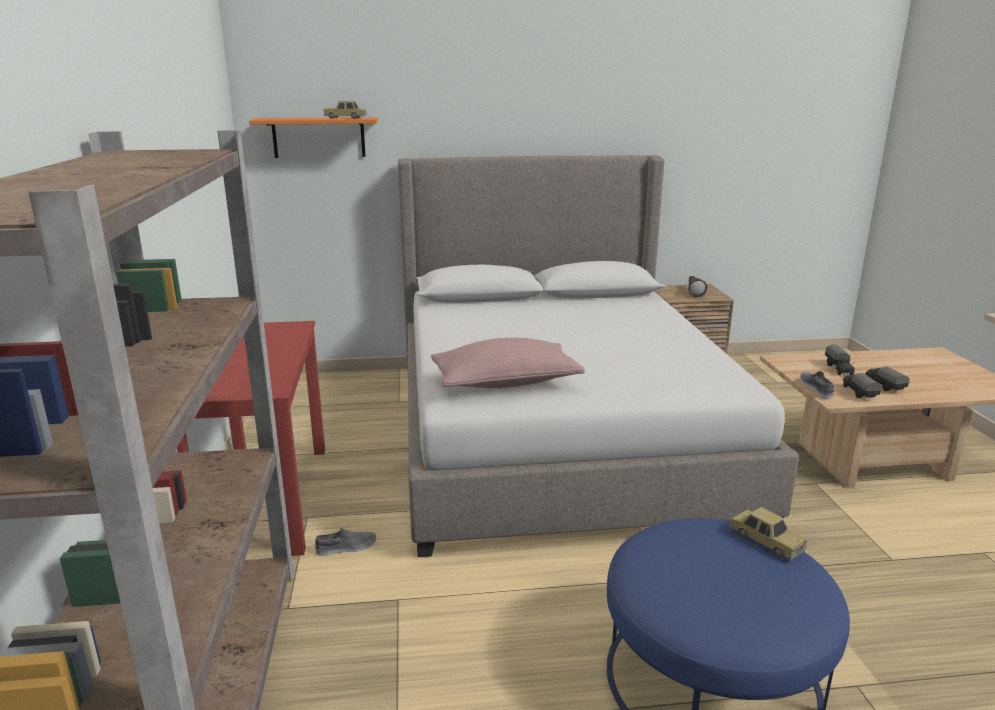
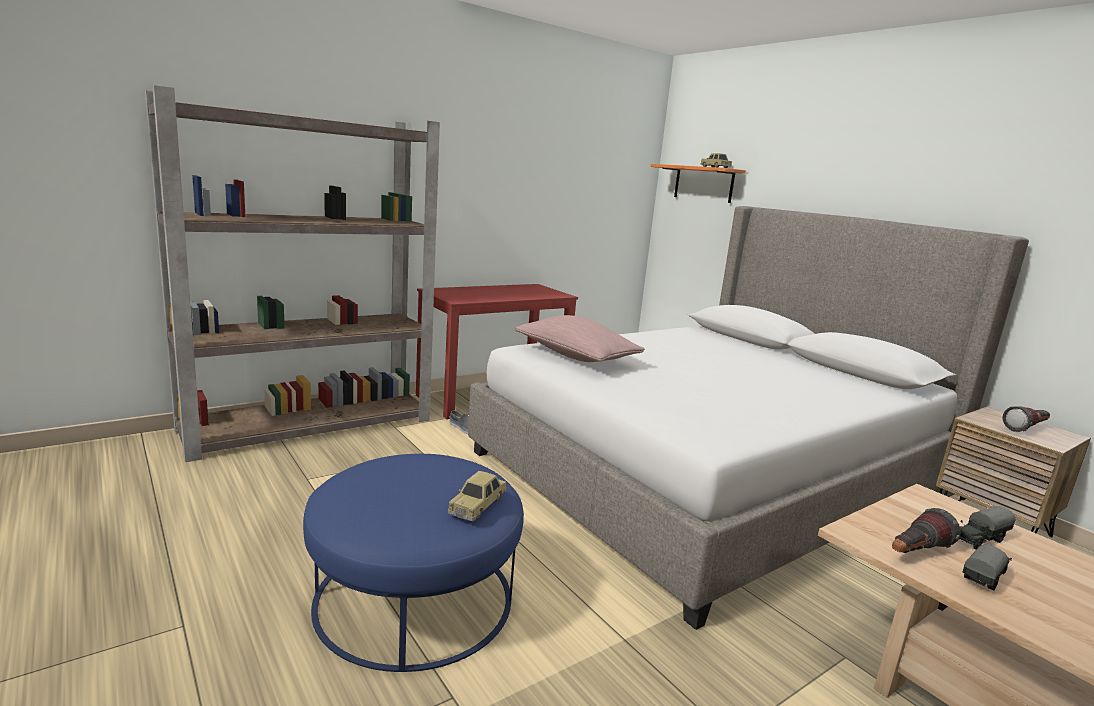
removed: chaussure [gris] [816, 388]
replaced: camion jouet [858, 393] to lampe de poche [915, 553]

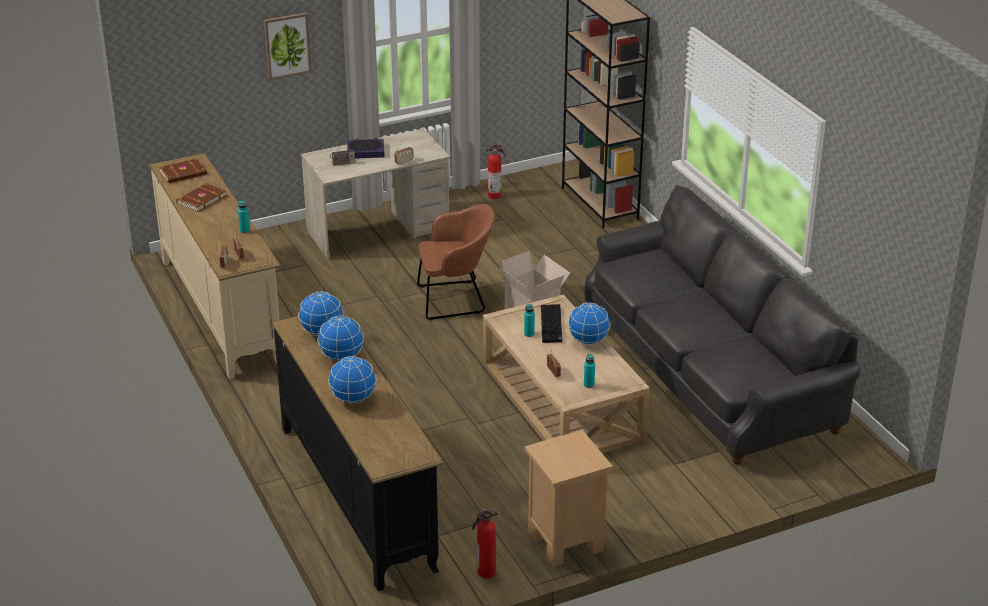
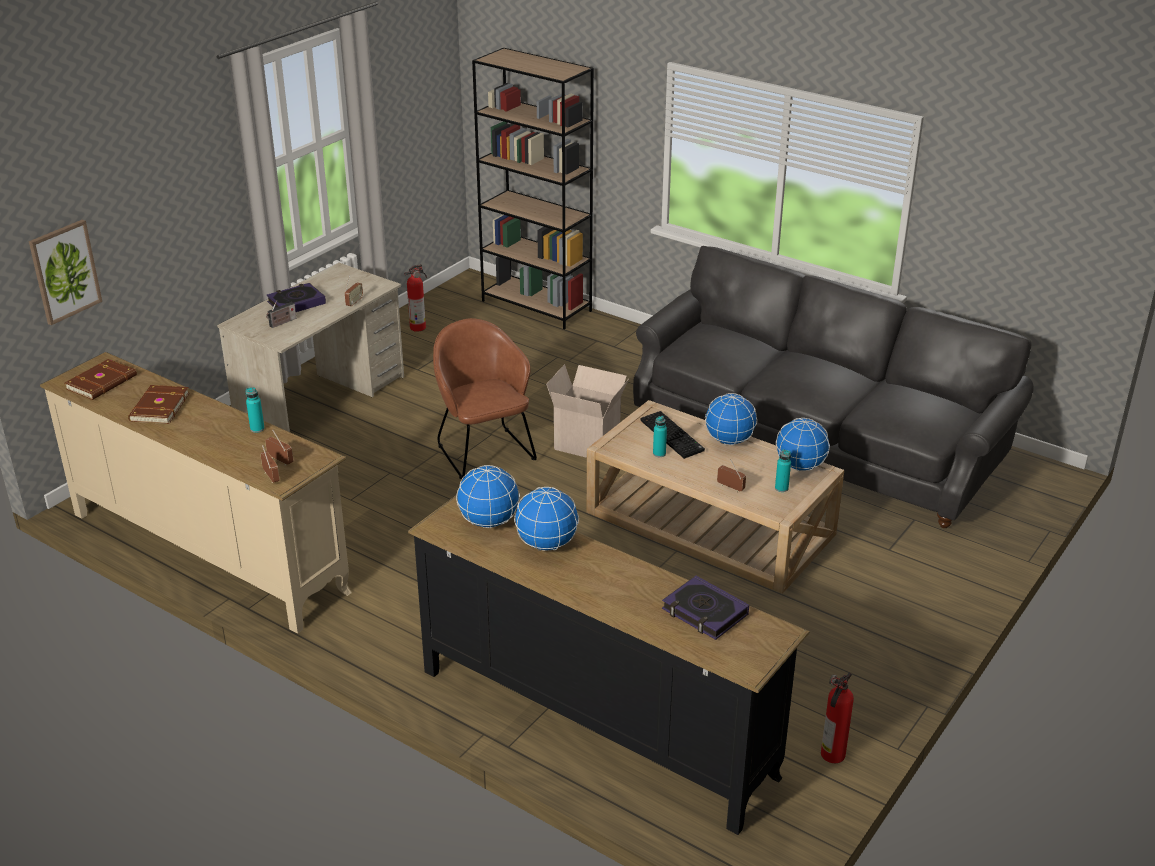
removed: table de chevet [beige] [564, 541]
added: livre [704, 612]
moved: tableau [287, 45] to [64, 271]; globe [353, 399] to [800, 466]
turned: fauteuil [marron] [455, 300] = [484, 449] 75 degrees counterclockwise

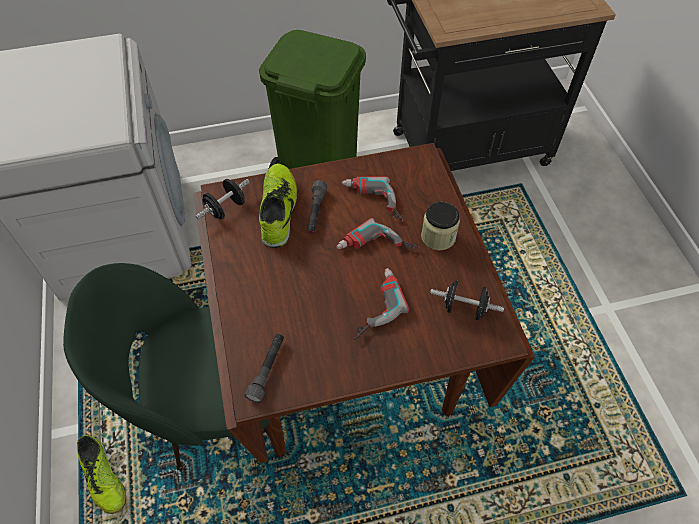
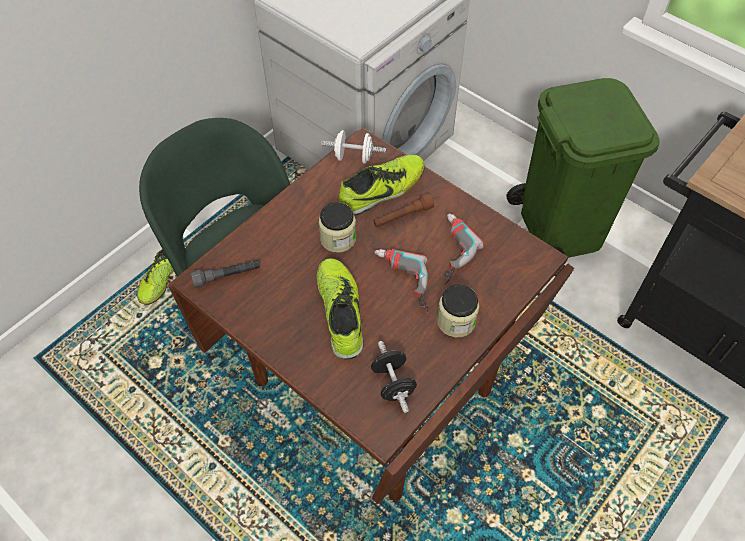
added: bocal [338, 238]
replaced: perceuse [372, 305] to chaussure [341, 312]
recoloured: haltère [noir] [226, 208] to haltère [blanc] [353, 157]; lampe de poche [gris] [316, 212] to lampe de poche [marron] [402, 216]

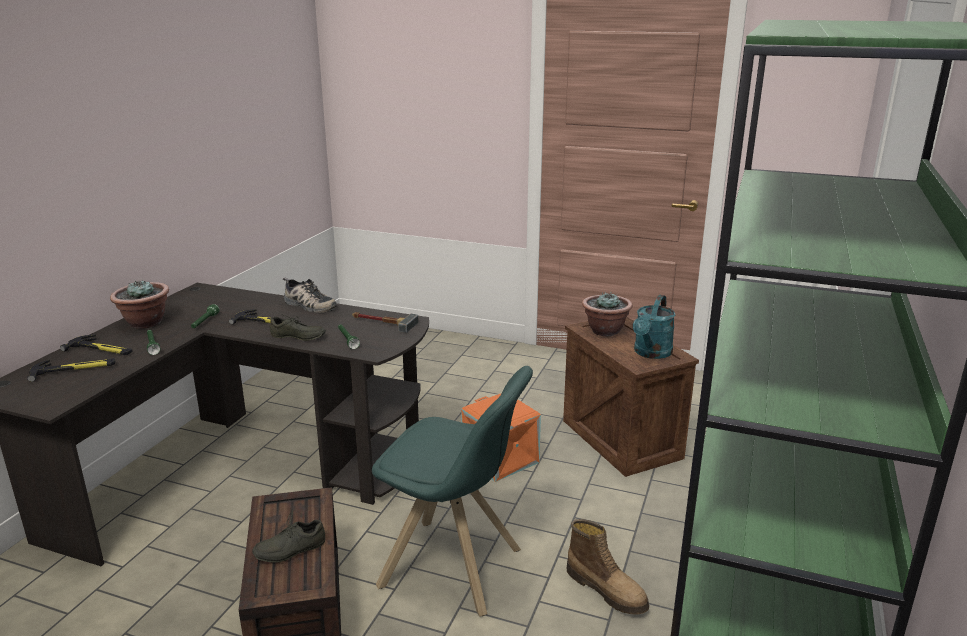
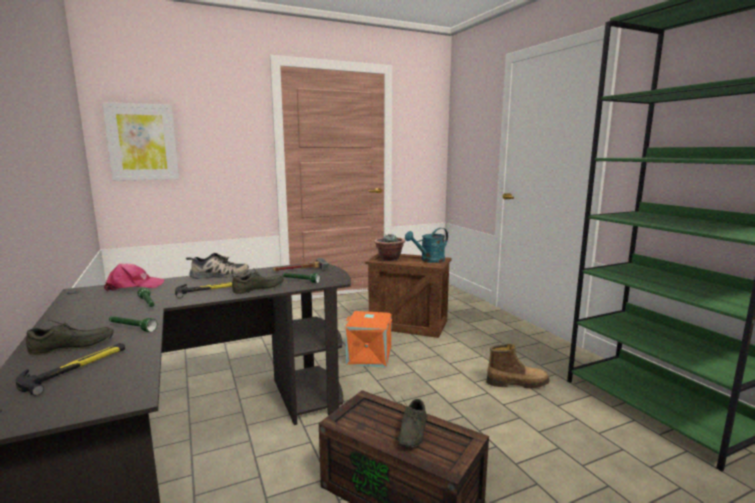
removed: plante en pot [145, 323]; chaise [turquoise] [452, 567]
added: tableau [142, 142]; casquette [rose] [134, 286]
replaced: marteau [101, 349] to chaussure [gris] [72, 347]
turned: arrosoir [turquoise] [651, 353] = [429, 260] 75 degrees clockwise

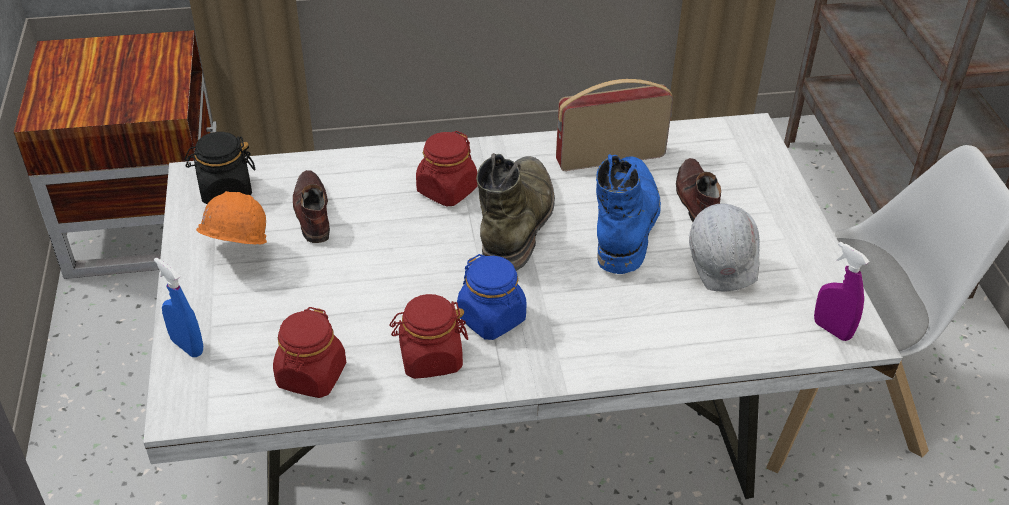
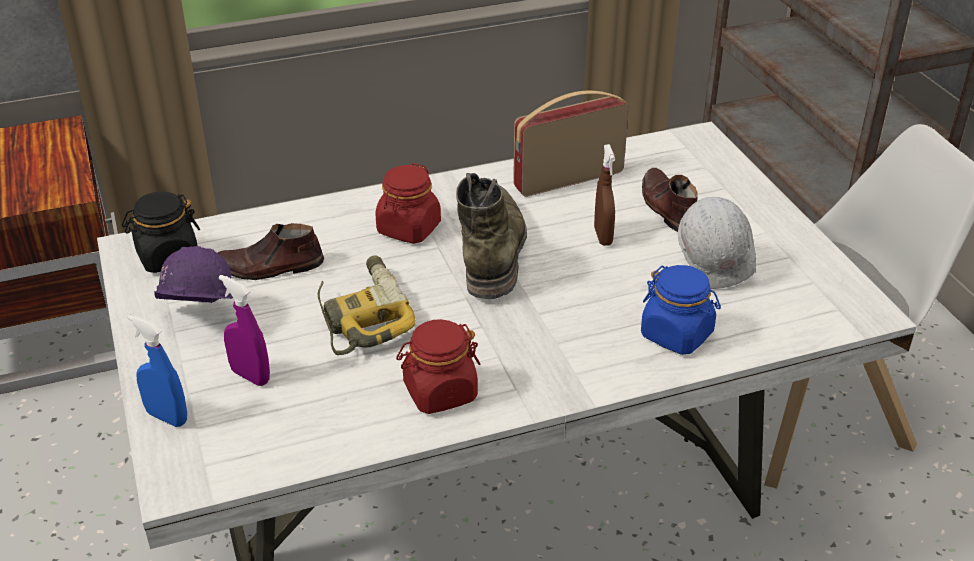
removed: bocal [rouge] [311, 376]
added: perceuse [361, 315]
moved: bocal [bleu] [492, 318] to [677, 335]; vaporisateur [violet] [832, 330] to [250, 376]
replaced: botte [bleu] [625, 222] to vaporisateur [marron] [603, 236]
recoloured: casque de chantier [orange] [235, 258] to casque de chantier [violet] [197, 322]
turned: chaussure [marron] [312, 213] = [270, 267] 75 degrees counterclockwise

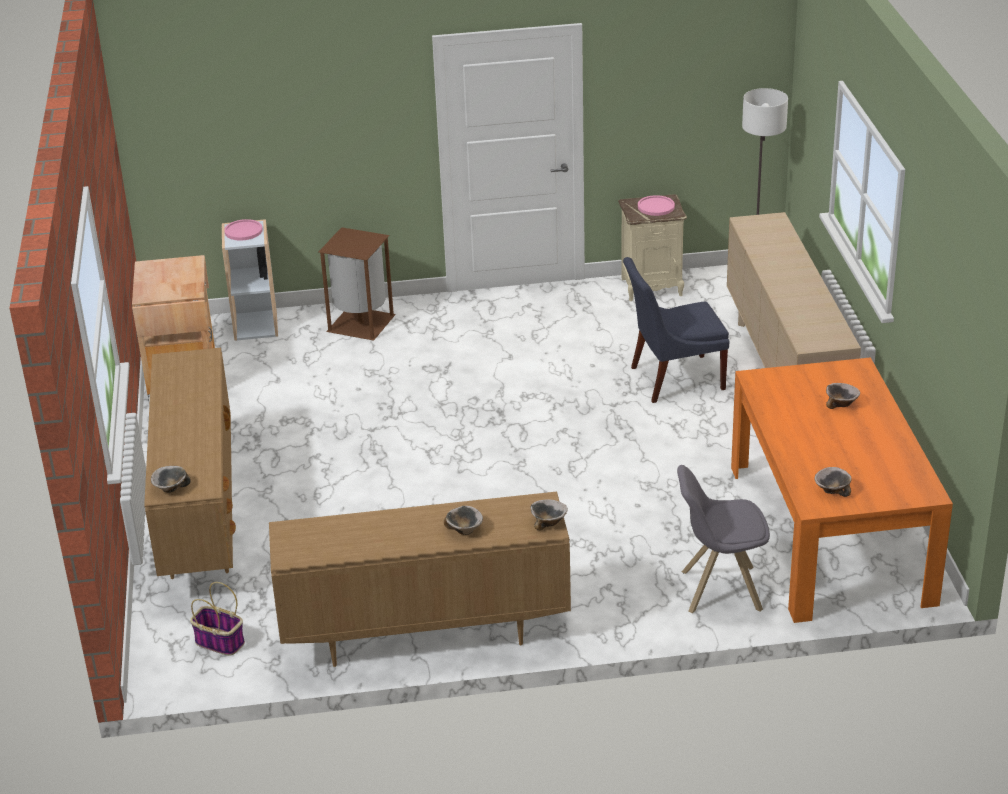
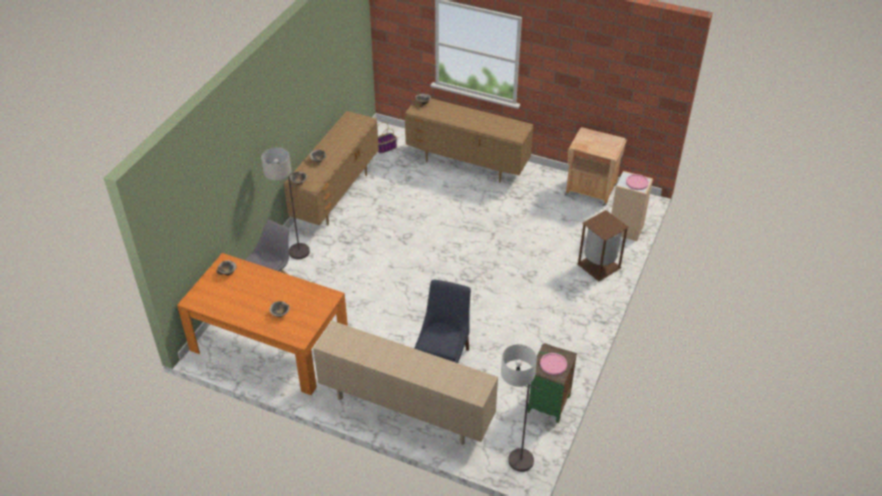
added: lampadaire [gris] [293, 254]
recoloured: table de chevet [beige] [652, 287] to table de chevet [vert] [548, 403]

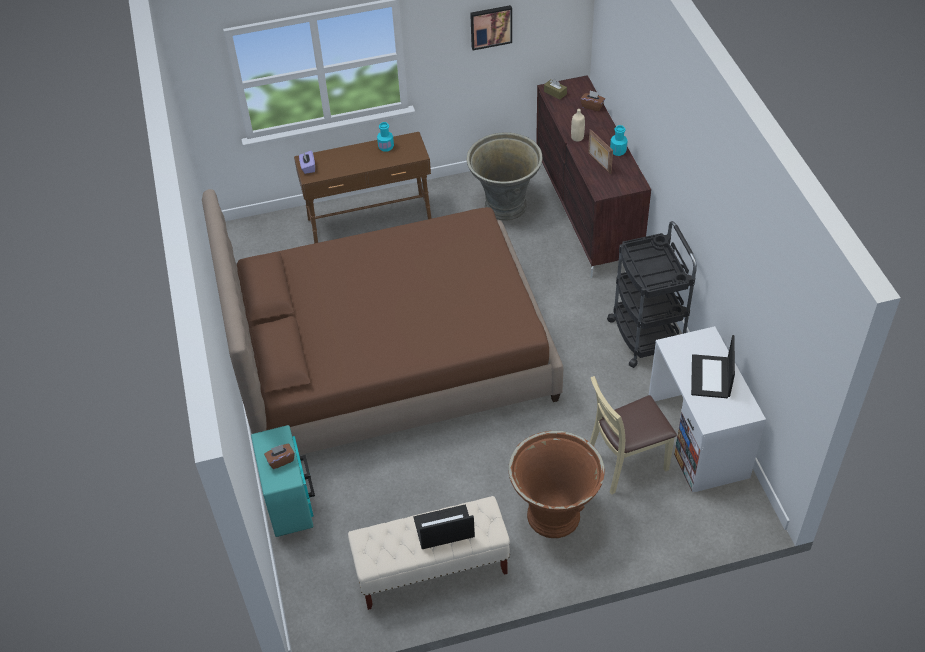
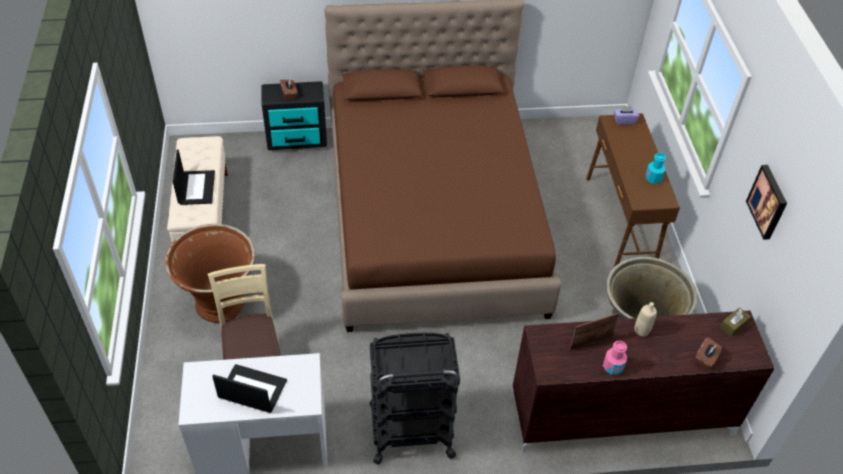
recoloured: table de chevet [turquoise] [290, 504] to table de chevet [noir] [297, 143]; bouteille [turquoise] [618, 151] to bouteille [rose] [612, 367]

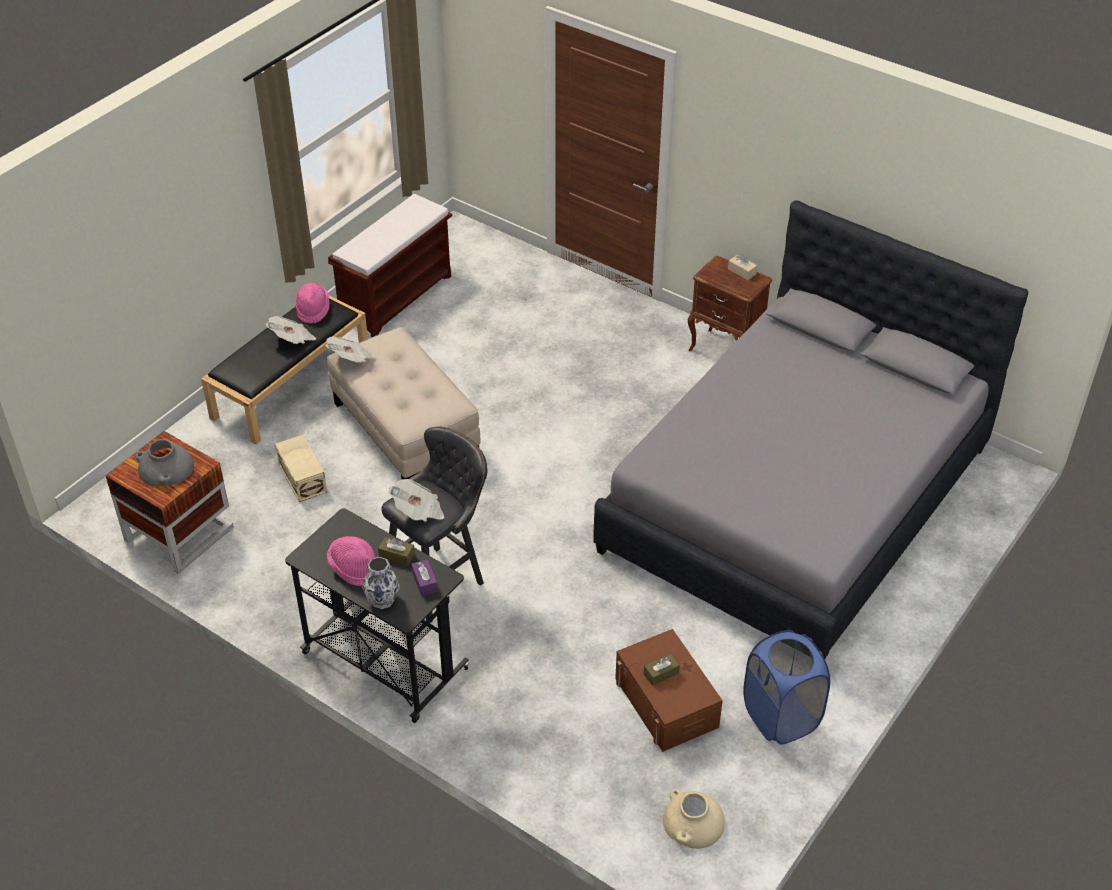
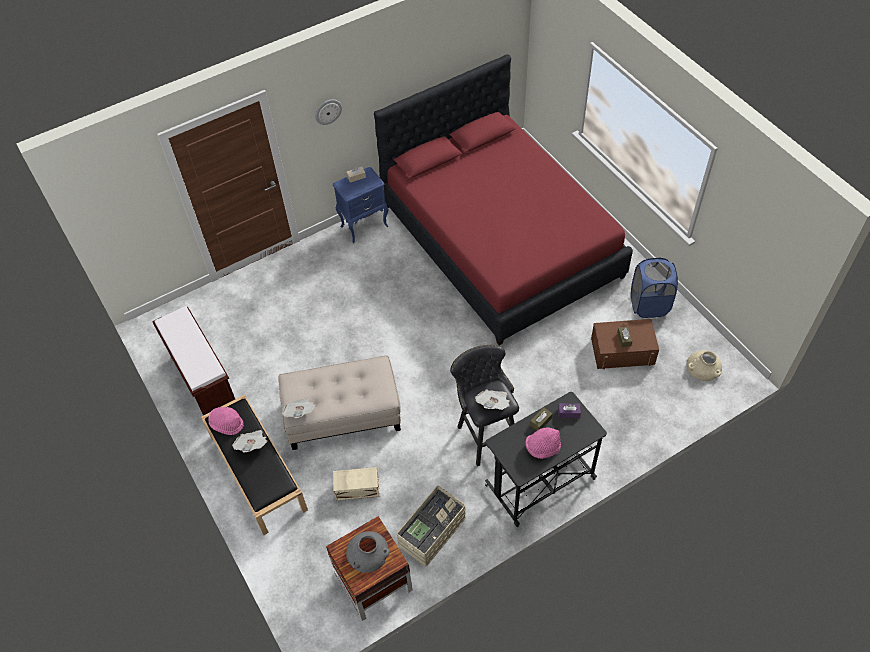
removed: vase [382, 600]
added: horloge murale [328, 111]; boîte de rangement [beige] [431, 530]
recoloured: lit [gris] [797, 499] to lit [rouge] [500, 240]; table de chevet [marron] [725, 352] to table de chevet [bleu] [364, 226]

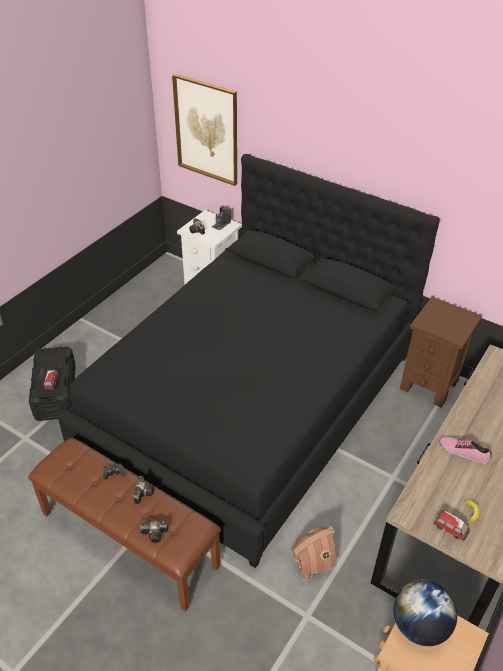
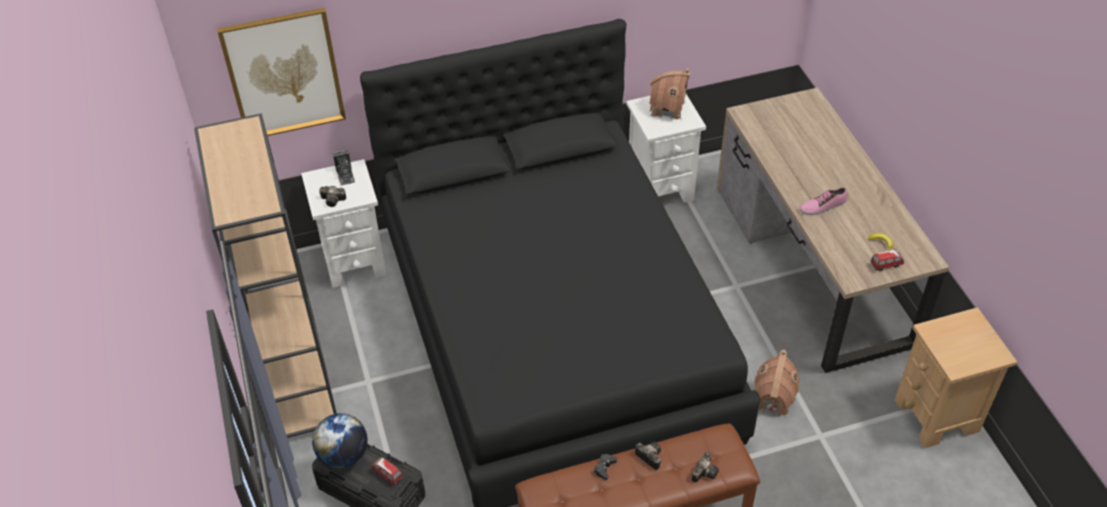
added: bibliothèque [299, 387]; maison miniature [668, 108]
moved: globe [419, 626] to [344, 455]
recoloured: table de chevet [marron] [429, 385] to table de chevet [blanc] [661, 189]

